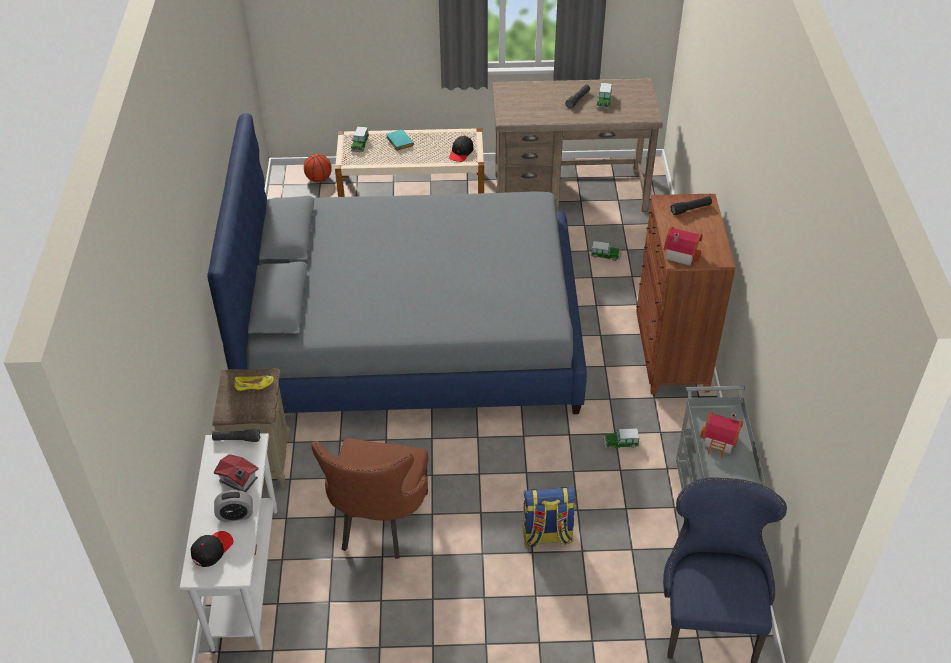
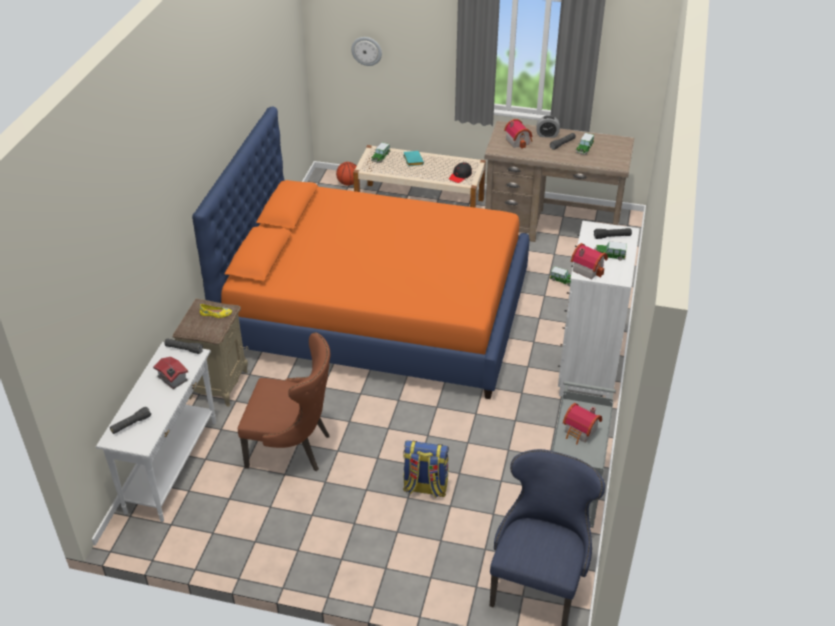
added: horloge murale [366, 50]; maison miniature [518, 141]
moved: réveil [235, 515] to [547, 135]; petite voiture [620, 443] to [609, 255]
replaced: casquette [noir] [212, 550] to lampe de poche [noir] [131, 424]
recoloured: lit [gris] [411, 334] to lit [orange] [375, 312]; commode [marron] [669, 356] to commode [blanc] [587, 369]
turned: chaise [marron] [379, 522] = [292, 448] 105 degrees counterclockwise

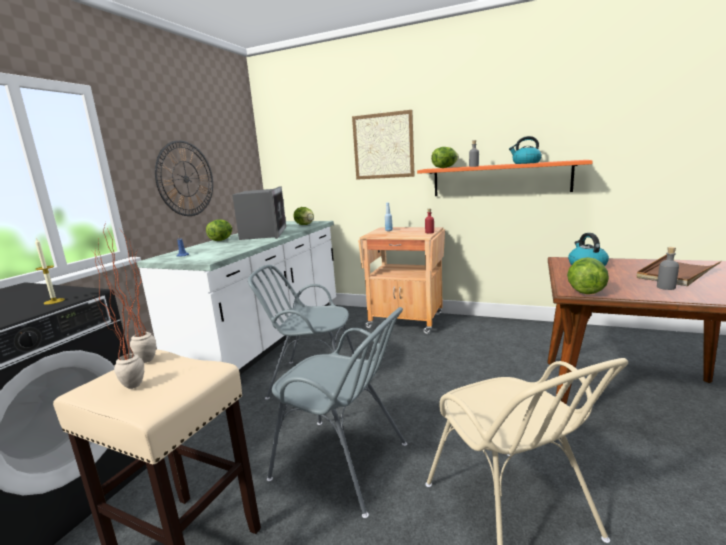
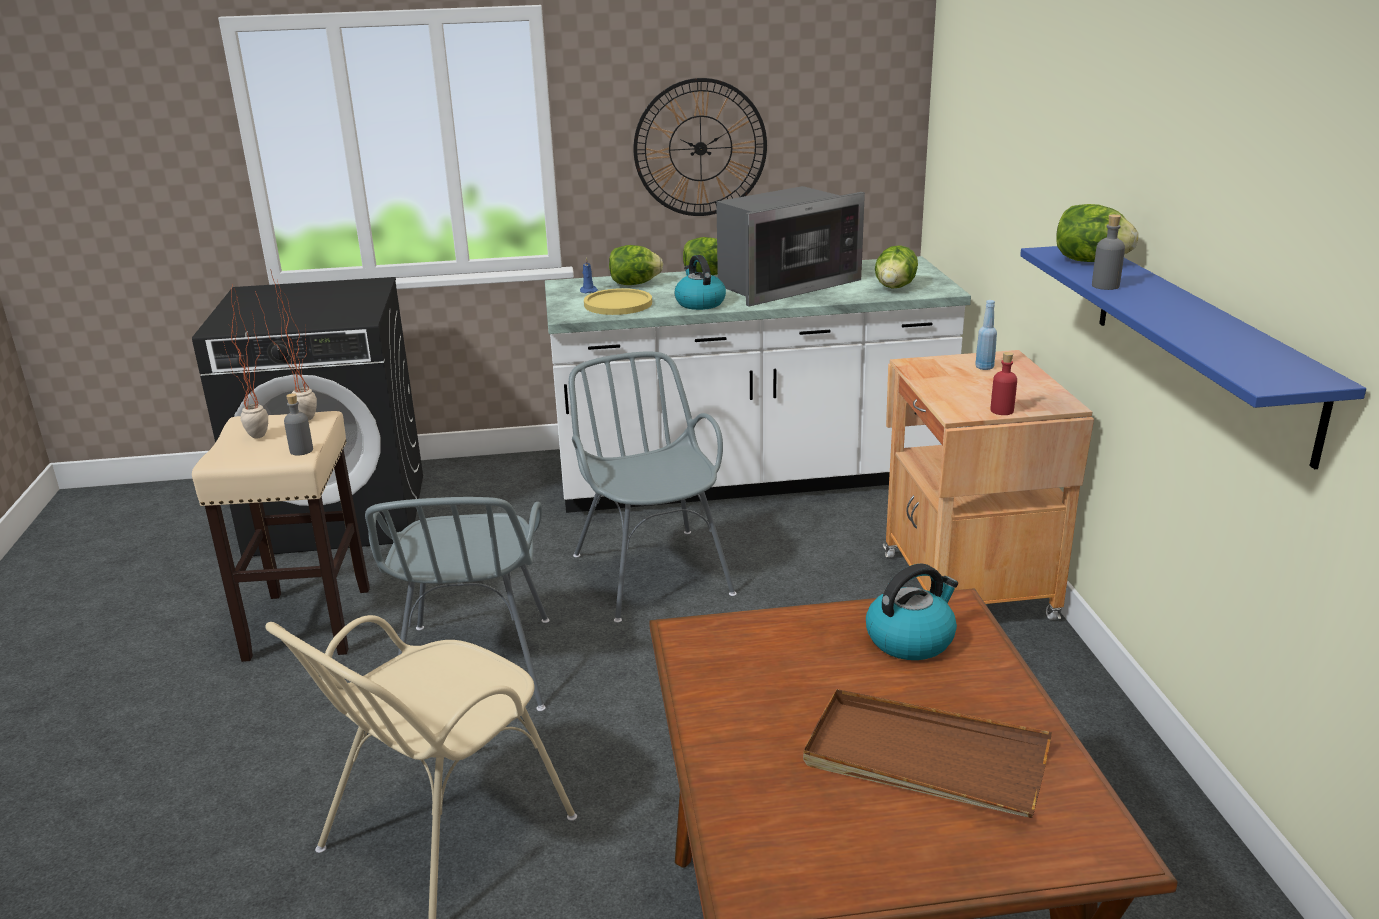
removed: bougie [54, 301]; tableau [383, 145]
added: assiette [jaune] [618, 304]
moved: bouilloire [525, 163] to [699, 303]; laitue [585, 291] to [634, 284]; bouteille [gris] [666, 287] to [301, 450]
recoloured: étagère [orange] [500, 179] to étagère [bleu] [1200, 344]

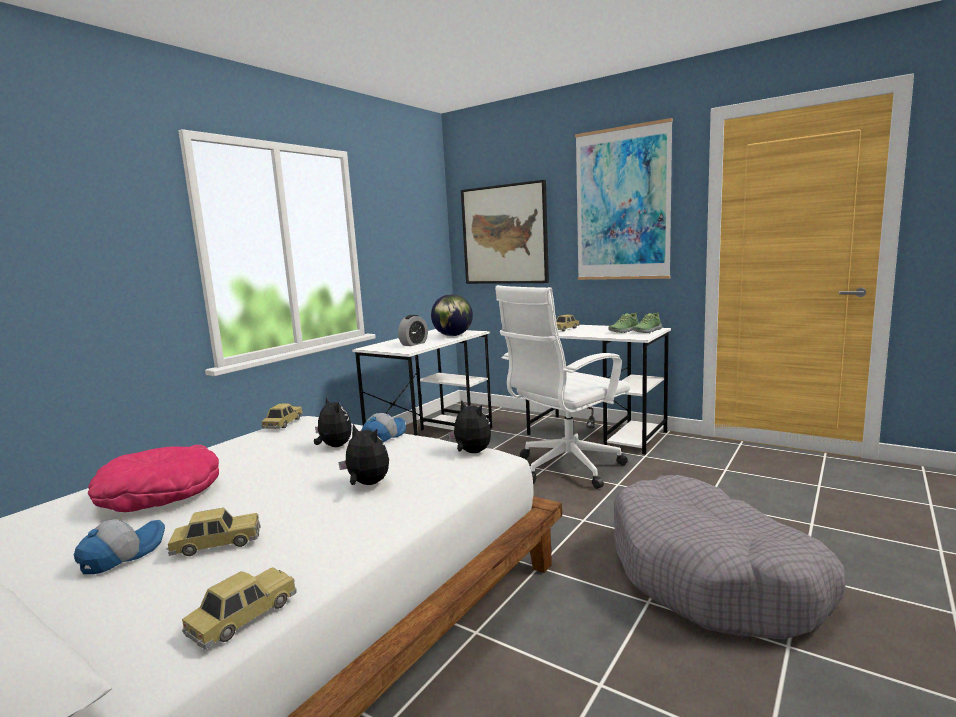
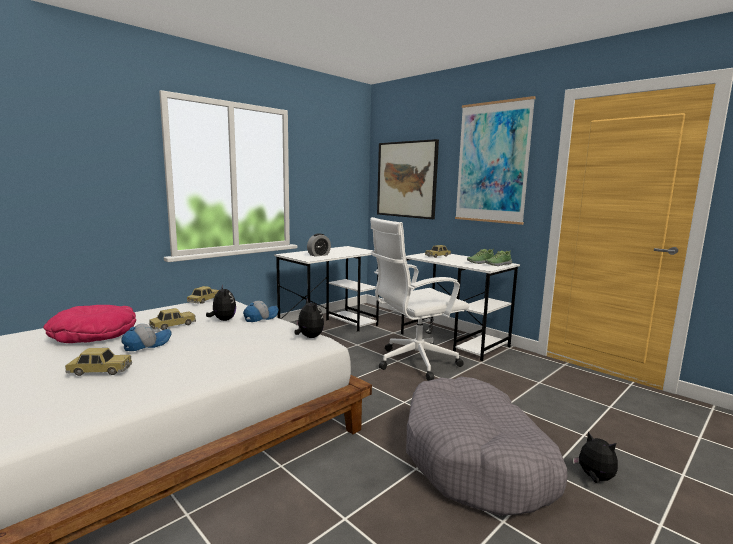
removed: globe [453, 336]
moved: casquette [122, 554] to [147, 344]; petite voiture [243, 617] to [173, 325]; peluche [367, 484] to [594, 478]

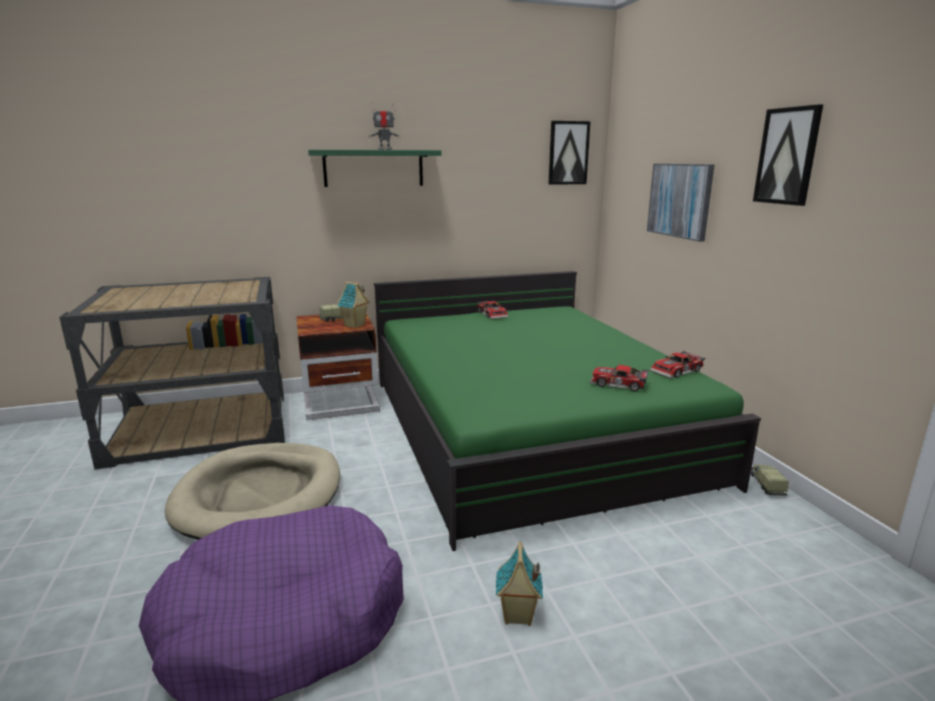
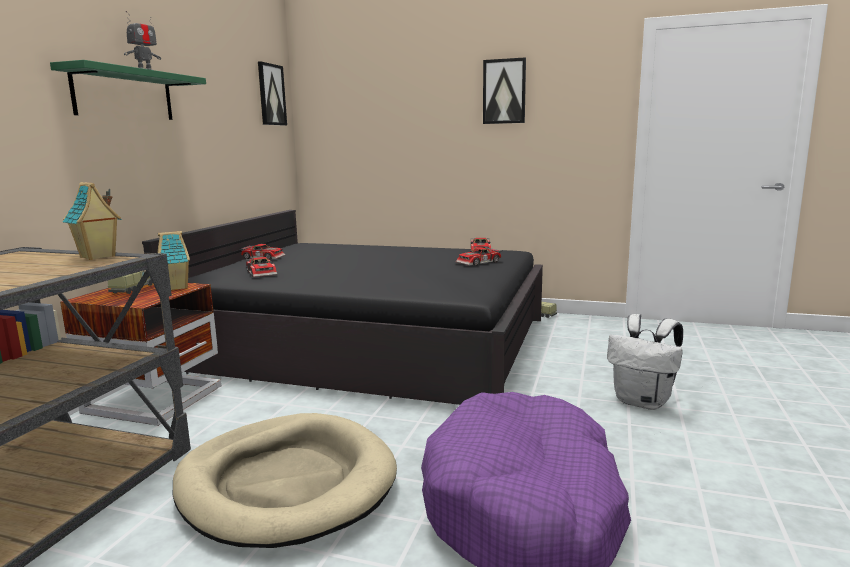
removed: tableau [680, 200]
added: petite voiture [262, 273]; sac à dos [blanc] [643, 402]
moved: maison miniature [517, 616] to [97, 257]
recoloured: lit [vert] [527, 427] to lit [noir] [370, 343]

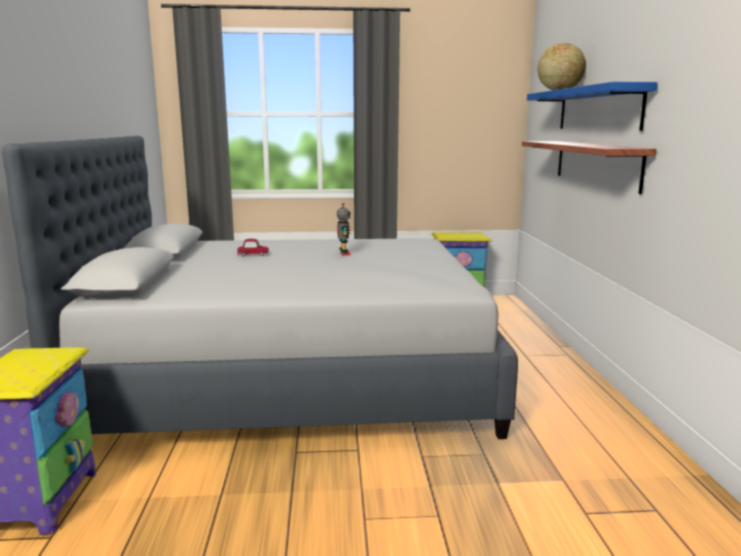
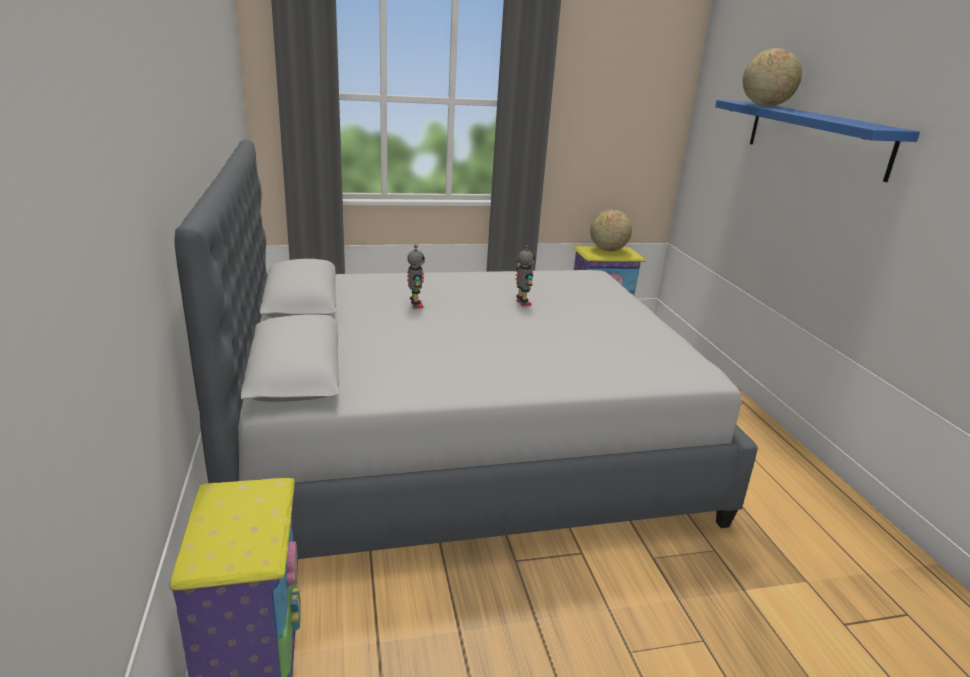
removed: étagère [596, 164]
added: globe [607, 250]
replaced: petite voiture [253, 254] to robot jouet [415, 305]

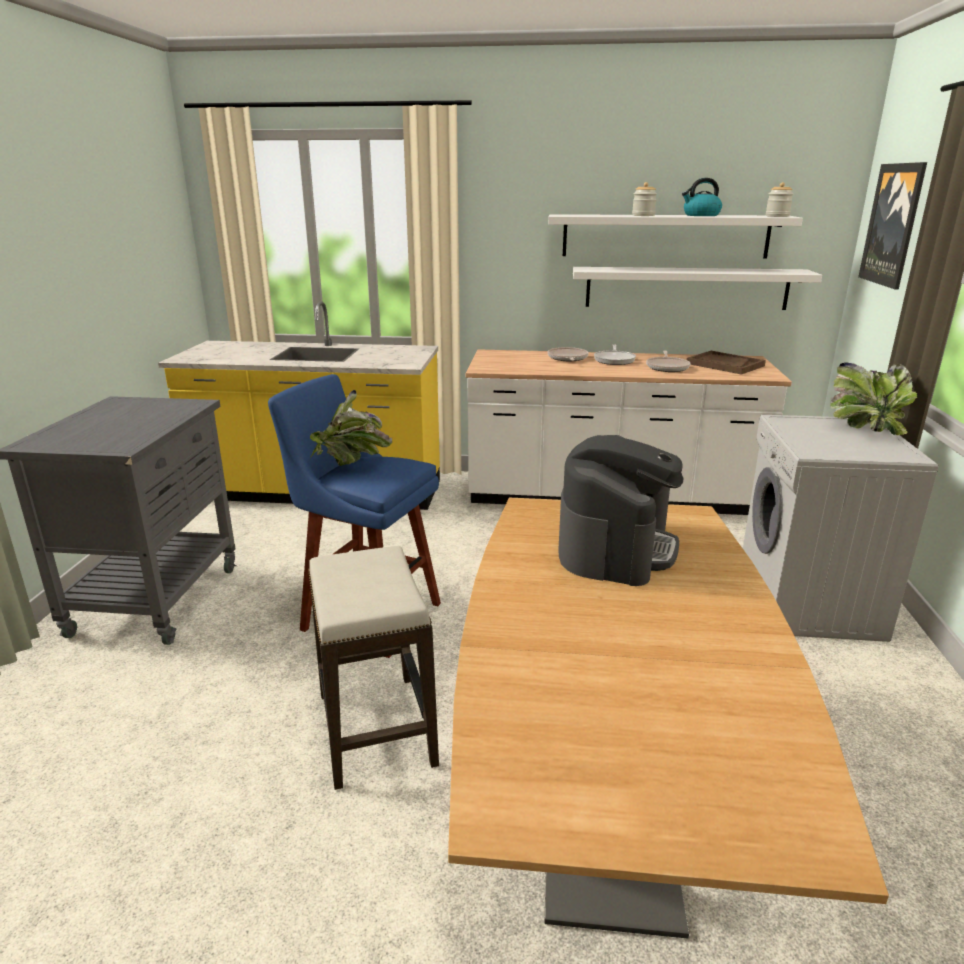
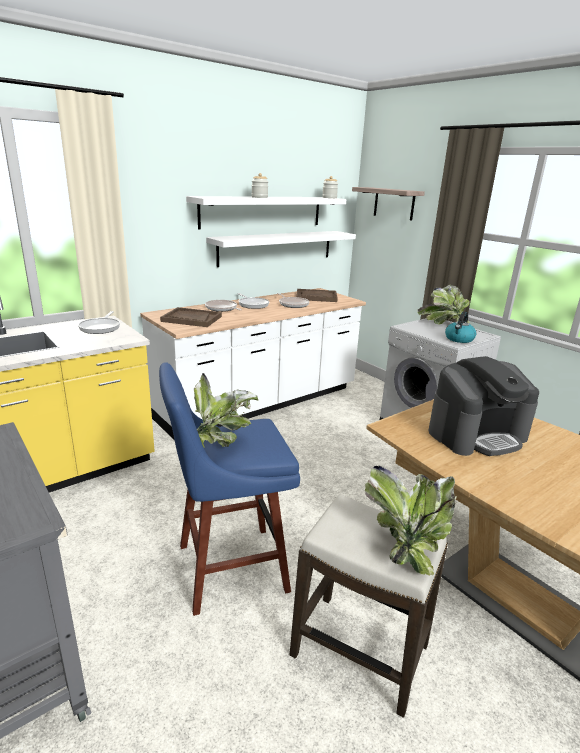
added: poêle [101, 327]; plateau [marron] [191, 319]; plante en pot [407, 544]
moved: bouilloire [701, 215] to [459, 339]
replaced: tableau [893, 225] to étagère [394, 203]
turned: machine à café [616, 547] = [477, 434] 90 degrees clockwise

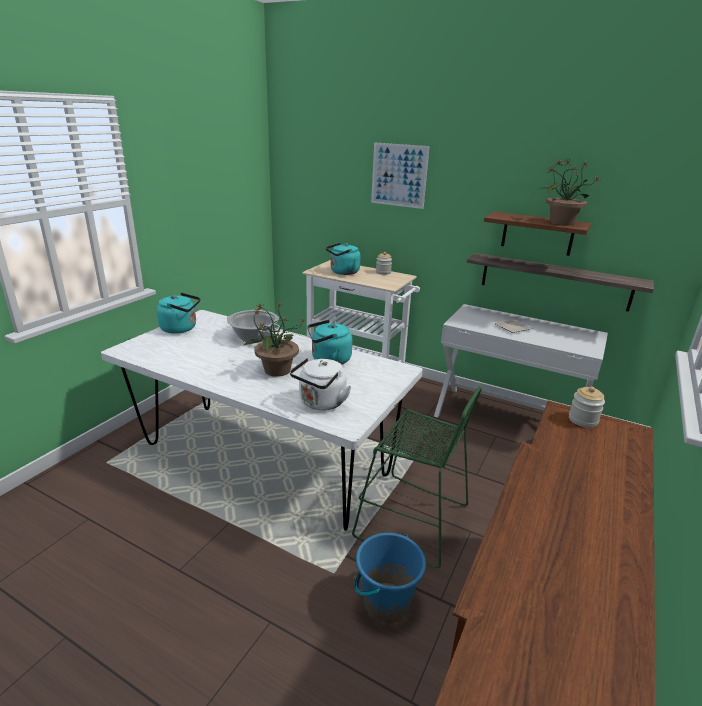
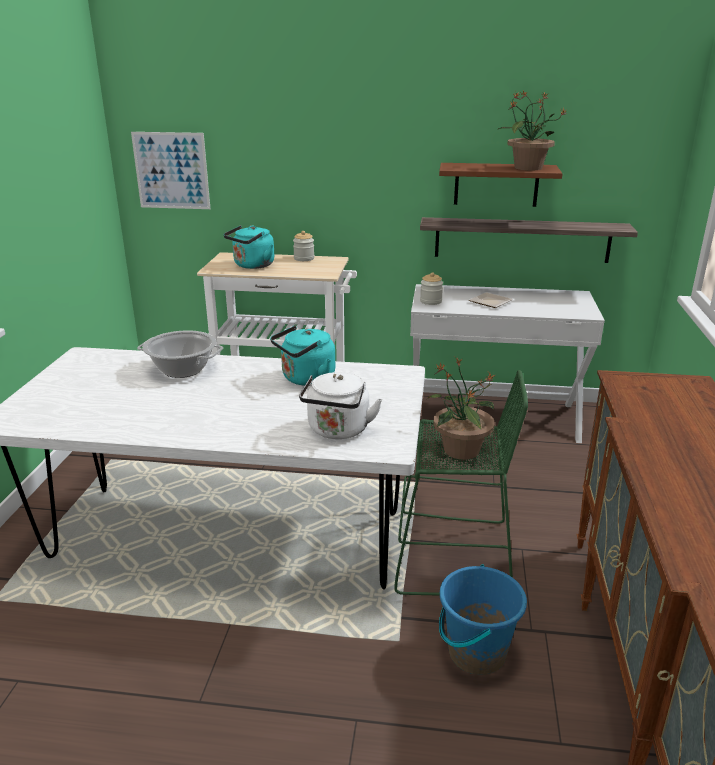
removed: bouilloire [turquoise] [181, 328]
moved: plante en pot [276, 370] to [460, 450]; tableau [399, 175] to [171, 171]; bocal [583, 420] to [430, 301]

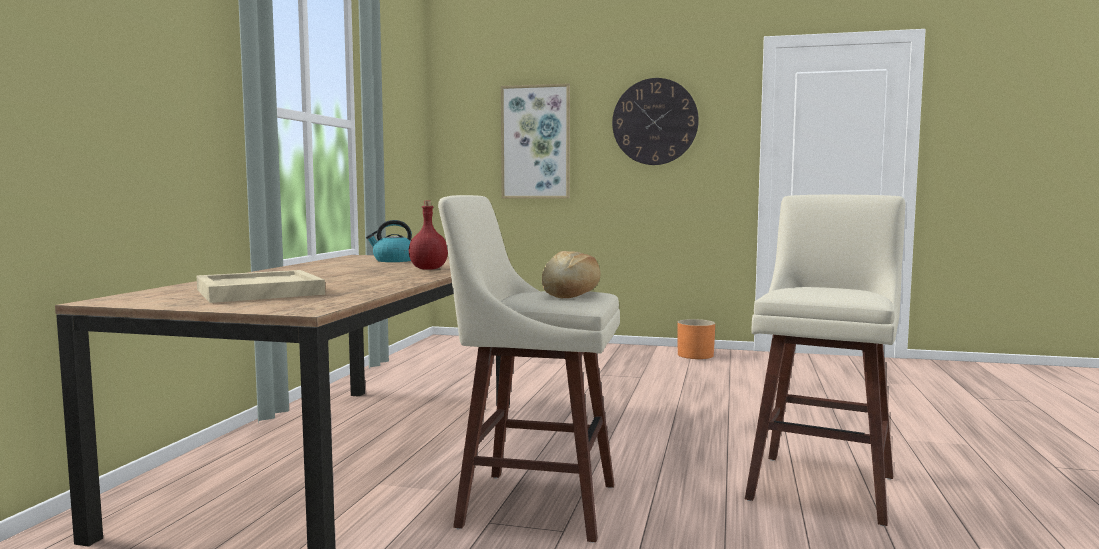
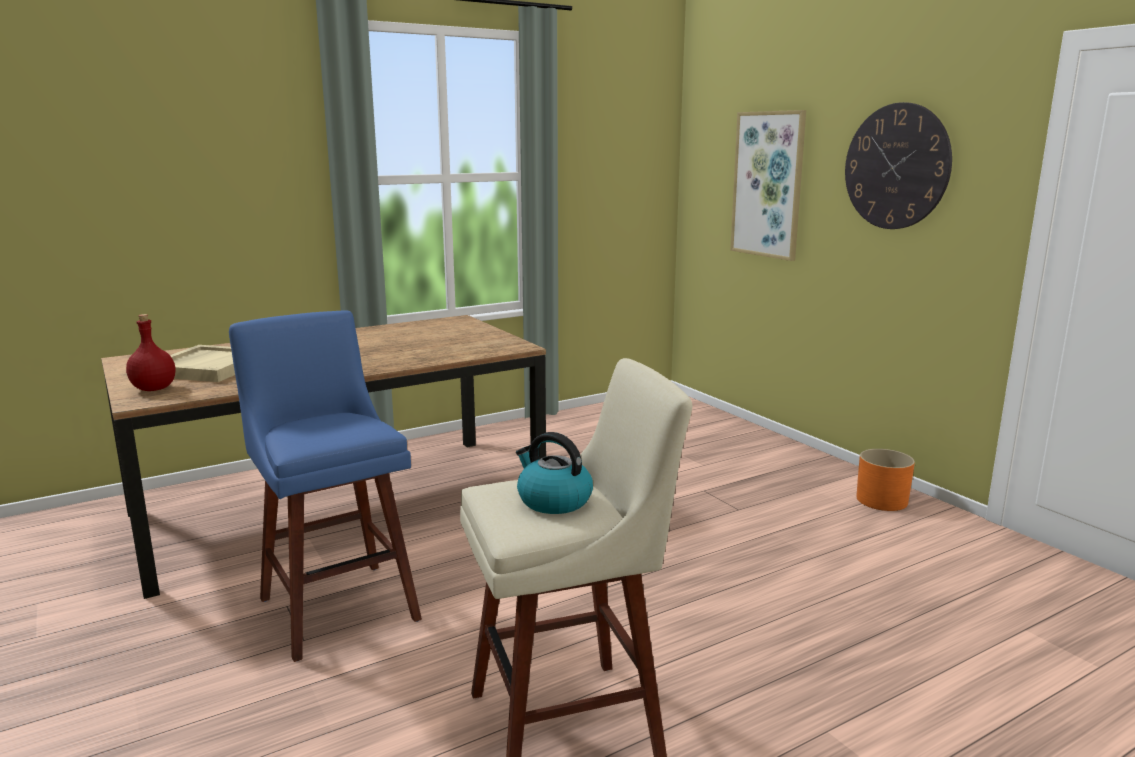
removed: pain [570, 294]
moved: bouilloire [393, 260] to [553, 501]; bouteille [rouge] [429, 269] to [155, 389]
recoloured: tabouret [beige] [534, 505] to tabouret [bleu] [338, 607]

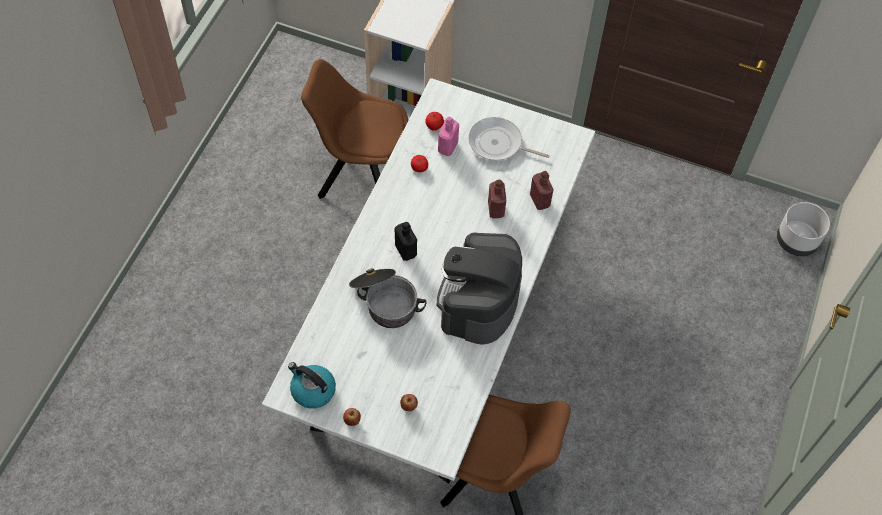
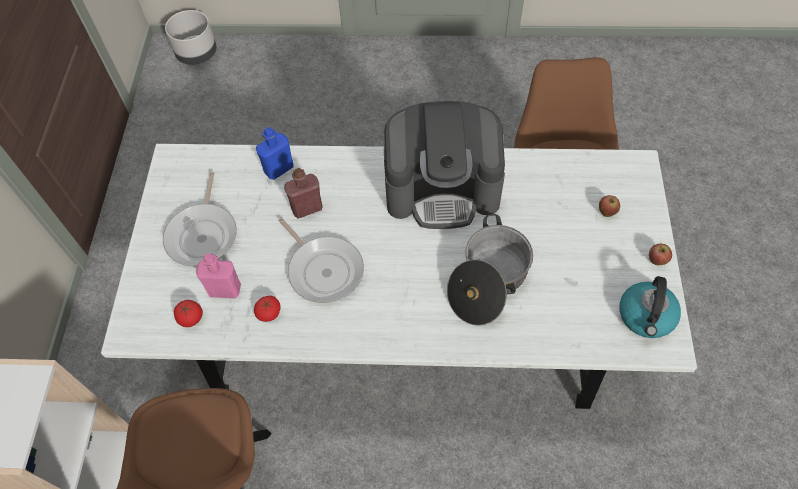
removed: bouteille [noir] [405, 250]
added: poêle [323, 269]
recoloured: bouteille [rouge] [539, 200] to bouteille [bleu] [279, 169]

